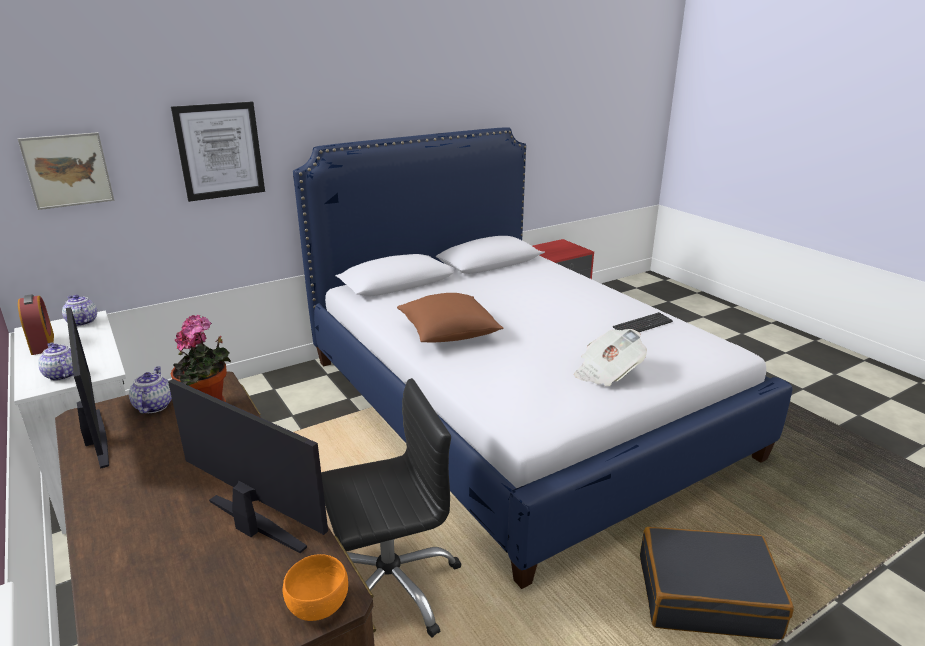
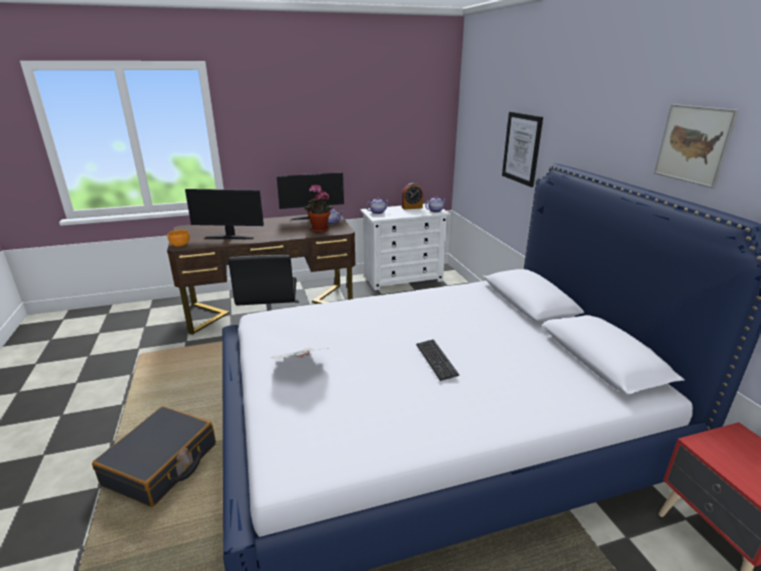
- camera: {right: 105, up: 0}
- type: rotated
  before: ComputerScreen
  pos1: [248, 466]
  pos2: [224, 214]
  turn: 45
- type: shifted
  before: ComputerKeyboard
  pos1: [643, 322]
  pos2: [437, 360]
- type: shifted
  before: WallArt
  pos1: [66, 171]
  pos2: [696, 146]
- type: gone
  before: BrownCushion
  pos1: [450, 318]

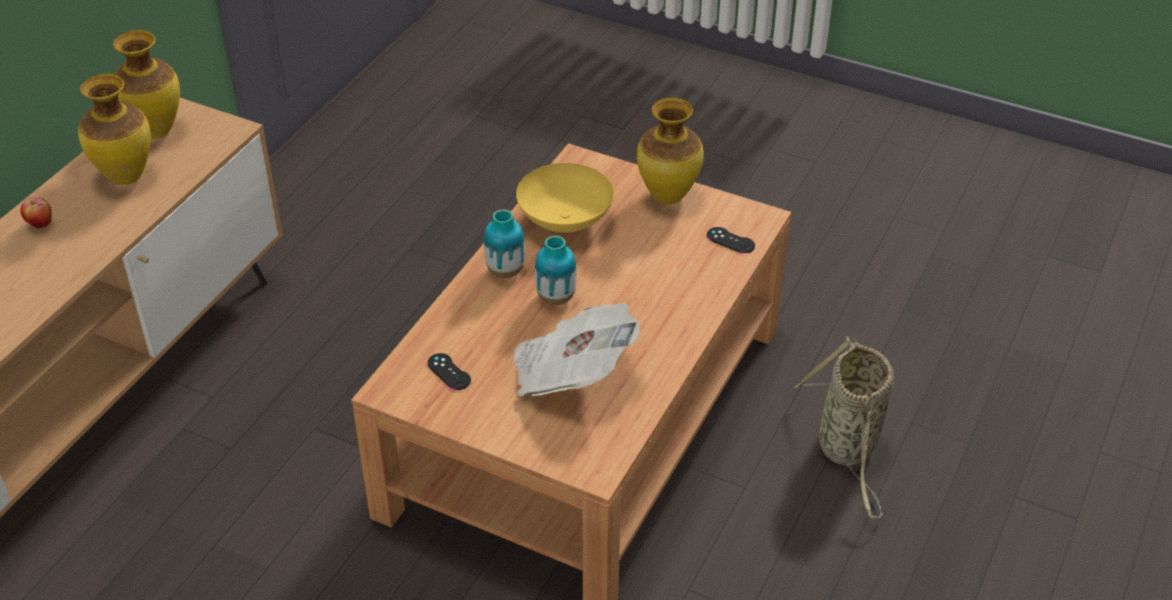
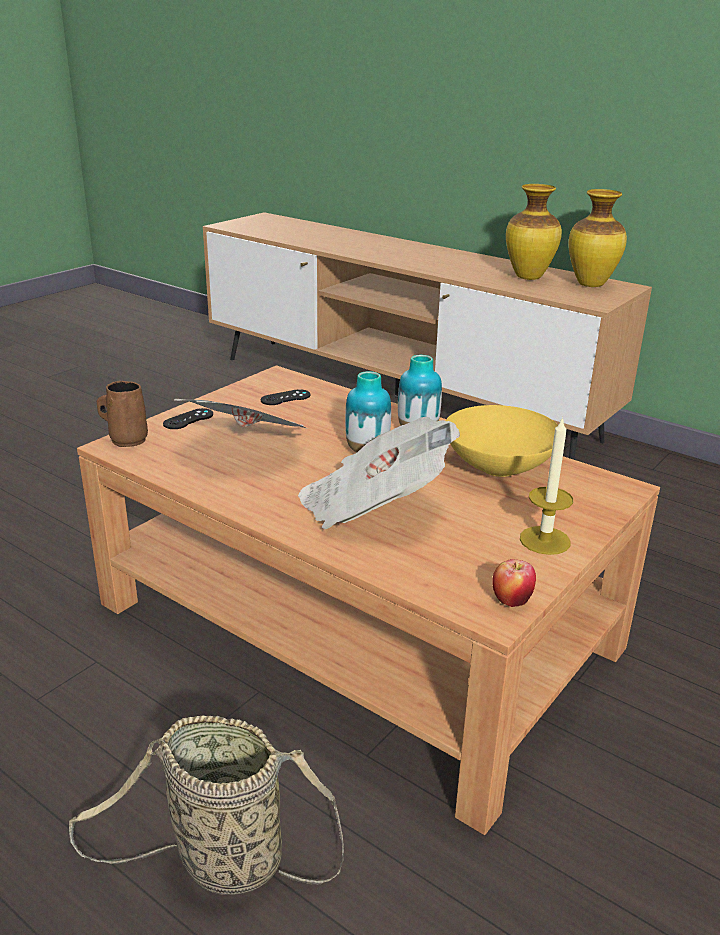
- camera: {right: 100, up: -15}
- type: new
  after: BrownCoffeeMug
  pos2: [122, 414]
- type: shifted
  before: BlackJoypad
  pos1: [731, 240]
  pos2: [188, 418]
- type: new
  after: PrintedPaper
  pos2: [379, 472]
- type: shifted
  before: AppleFruit
  pos1: [36, 213]
  pos2: [514, 583]
- type: swapped
  before: Vase
  after: WaxLight
  pos1: [670, 150]
  pos2: [546, 485]

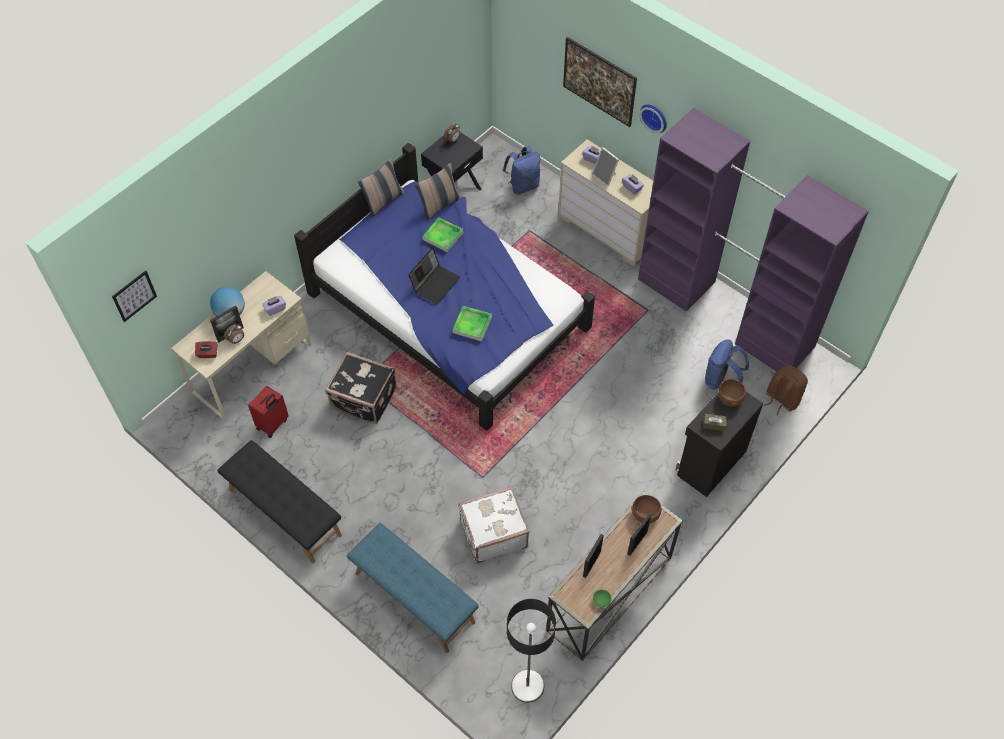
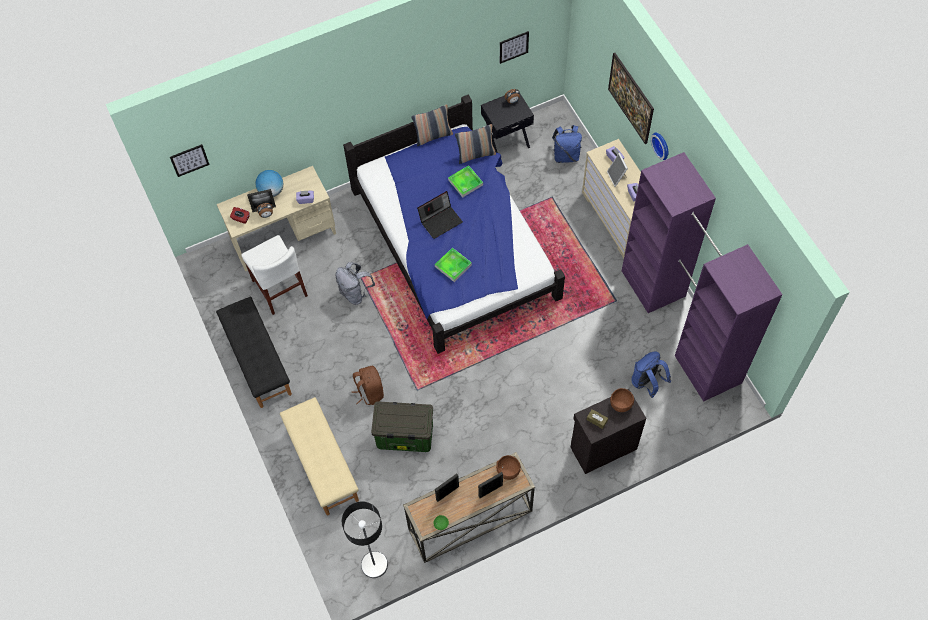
- camera: {right: 25, up: 5}
- type: swapped
  before: ReddishSuitcase
  after: WhitishChair
  pos1: [268, 412]
  pos2: [274, 275]
- type: repainted
  before: BlueLongSeat
  after: SandColouredLongSeat
  pos1: [413, 588]
  pos2: [319, 456]
- type: swapped
  before: BlackSuitcase
  after: GreyRucksack
  pos1: [361, 388]
  pos2: [355, 283]
- type: shifted
  before: BrownRucksack
  pos1: [786, 390]
  pos2: [368, 385]
- type: swapped
  before: WhitishSuitcase
  after: StorageBox
  pos1: [494, 525]
  pos2: [402, 426]
- type: new
  after: WallArt
  pos2: [514, 47]

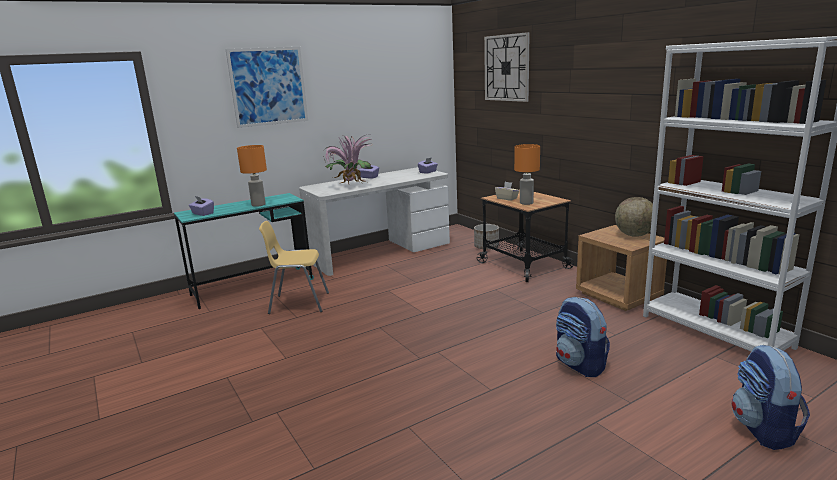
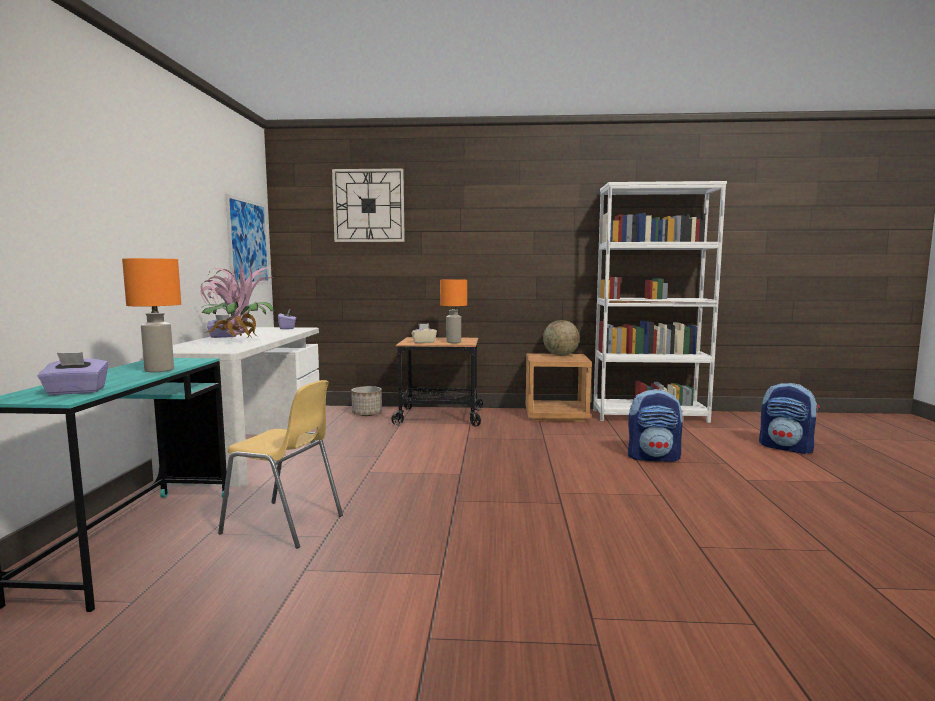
- camera: {right: -55, up: -10}
- type: rotated
  before: YellowChair
  pos1: [294, 267]
  pos2: [280, 464]
  turn: -105
- type: shifted
  before: WallArt
  pos1: [267, 87]
  pos2: [247, 240]

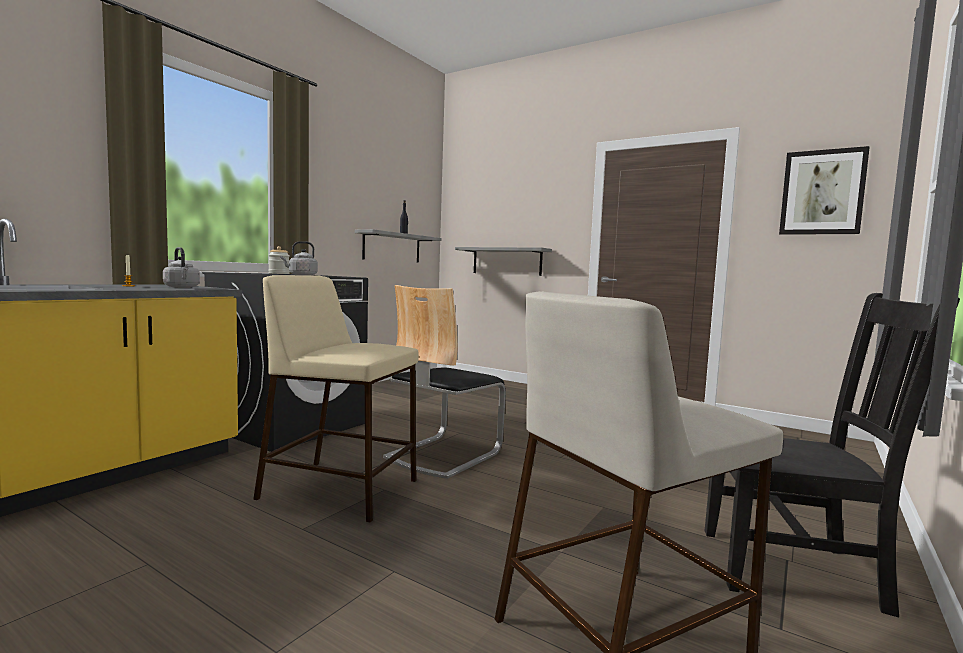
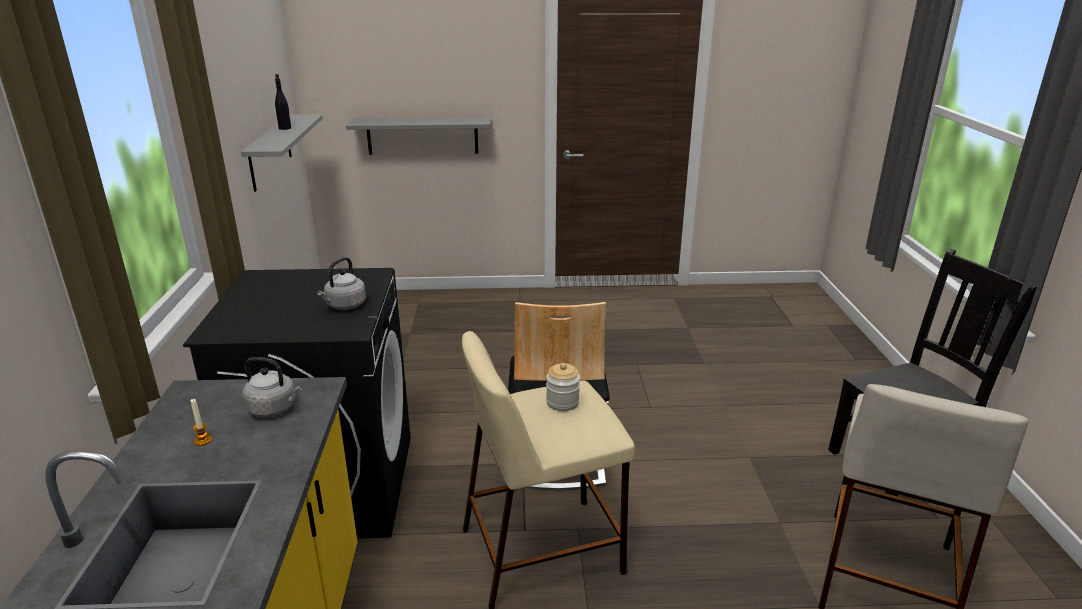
- camera: {right: -35, up: 20}
- type: shifted
  before: PreserveJar
  pos1: [279, 260]
  pos2: [563, 387]
- type: gone
  before: WallArt
  pos1: [824, 190]

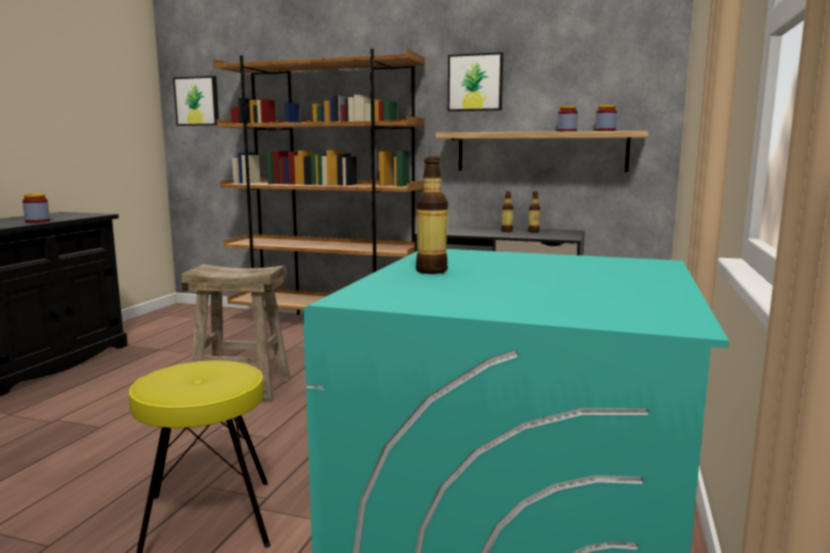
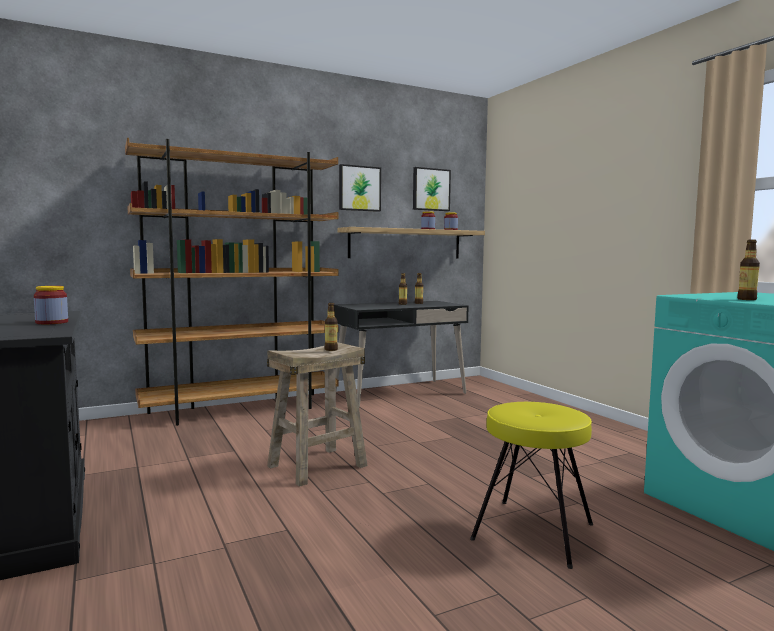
- camera: {right: -45, up: -5}
- type: new
  after: BeverageBottle
  pos2: [331, 327]
- type: shifted
  before: WallArt
  pos1: [196, 101]
  pos2: [432, 189]

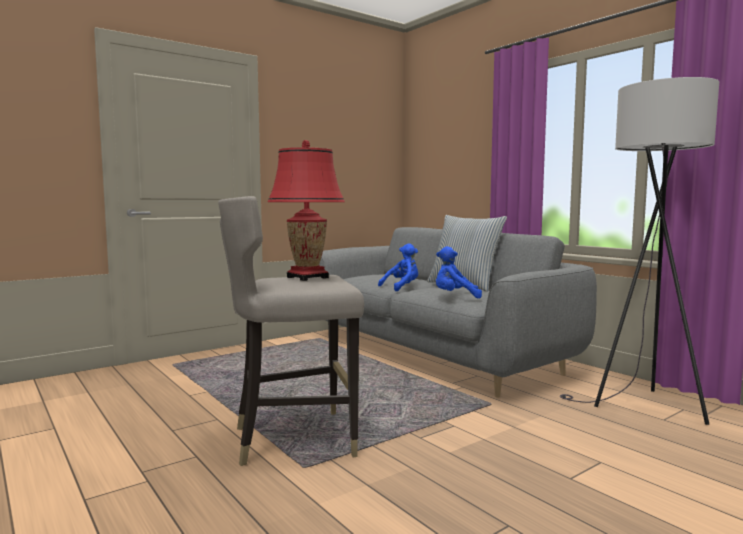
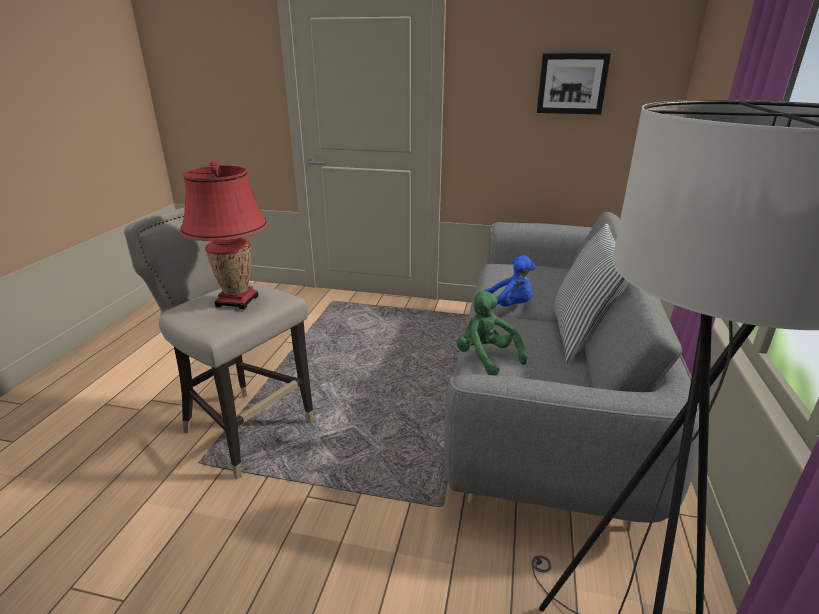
- camera: {right: 50, up: 20}
- type: repainted
  before: BluePlushToy
  after: GreenPlushToy
  pos1: [459, 272]
  pos2: [492, 333]
- type: new
  after: WallArt
  pos2: [574, 83]

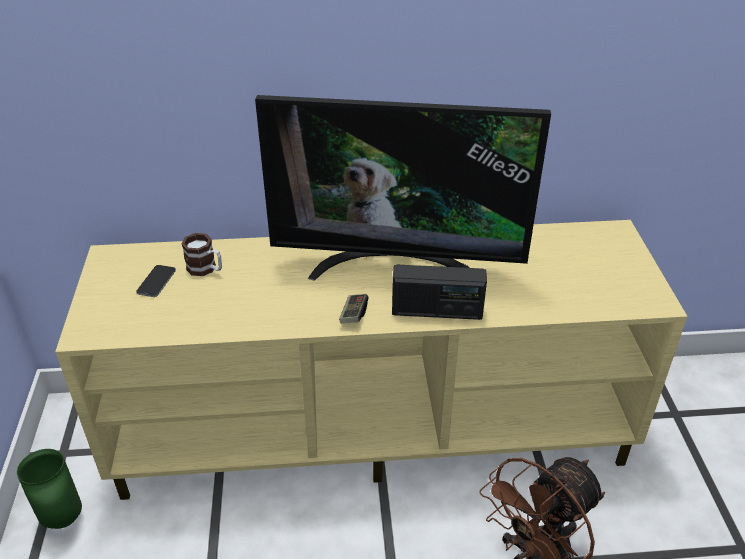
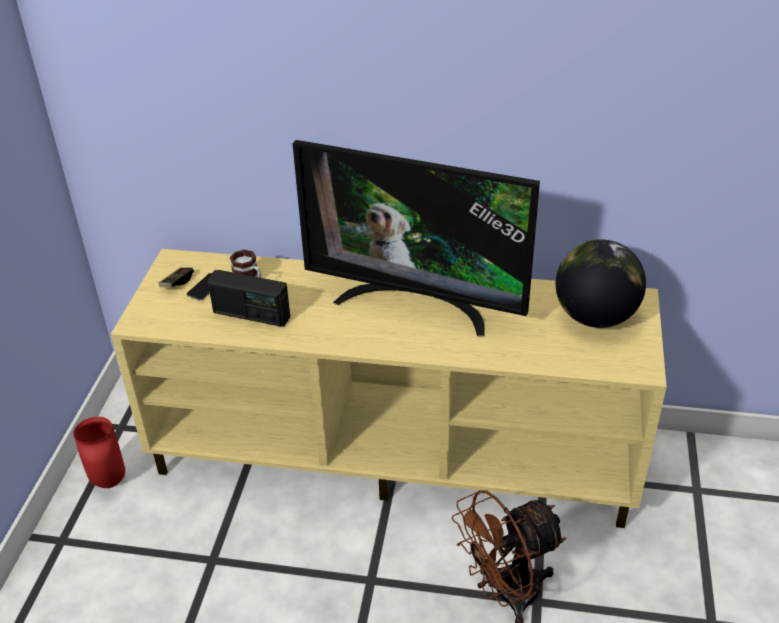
- camera: {right: 15, up: 0}
- type: repainted
  before: GreenVase
  after: ReddishVase
  pos1: [49, 489]
  pos2: [99, 452]
- type: shifted
  before: Joypad
  pos1: [353, 309]
  pos2: [176, 277]
- type: shifted
  before: RadioReceiver
  pos1: [439, 292]
  pos2: [248, 298]
- type: new
  after: DeskGlobe
  pos2: [601, 283]

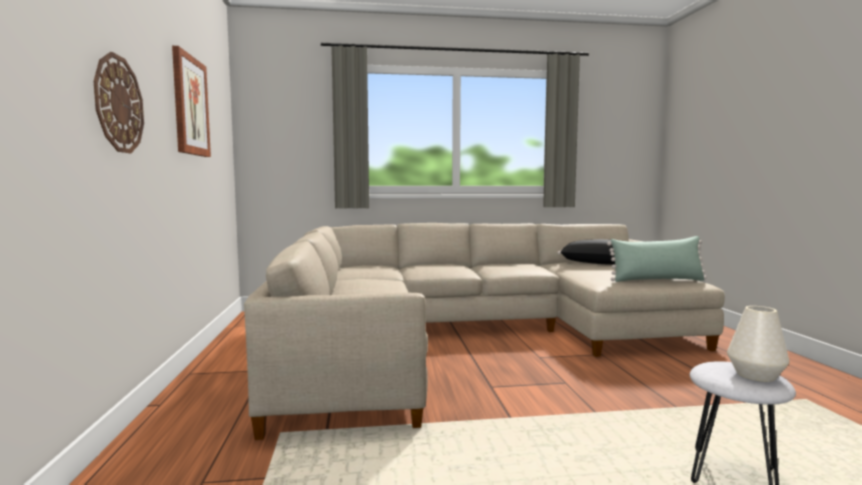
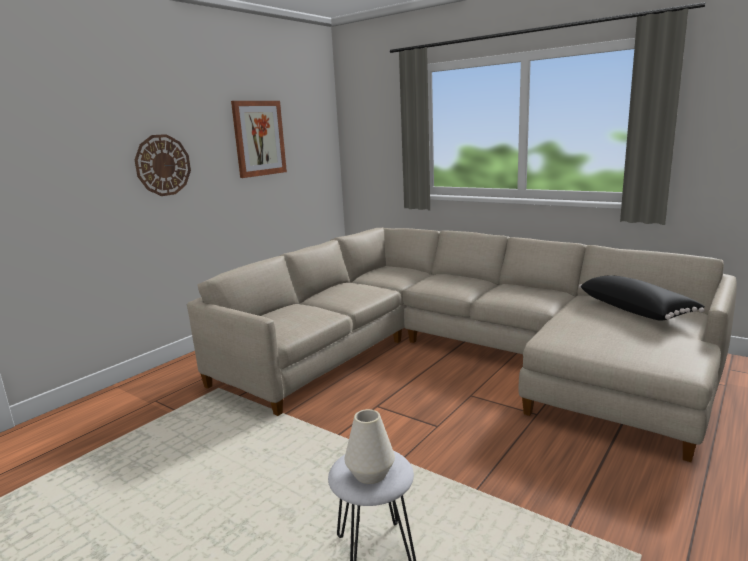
- camera: {right: 45, up: 10}
- type: gone
  before: GreenCushion
  pos1: [657, 259]

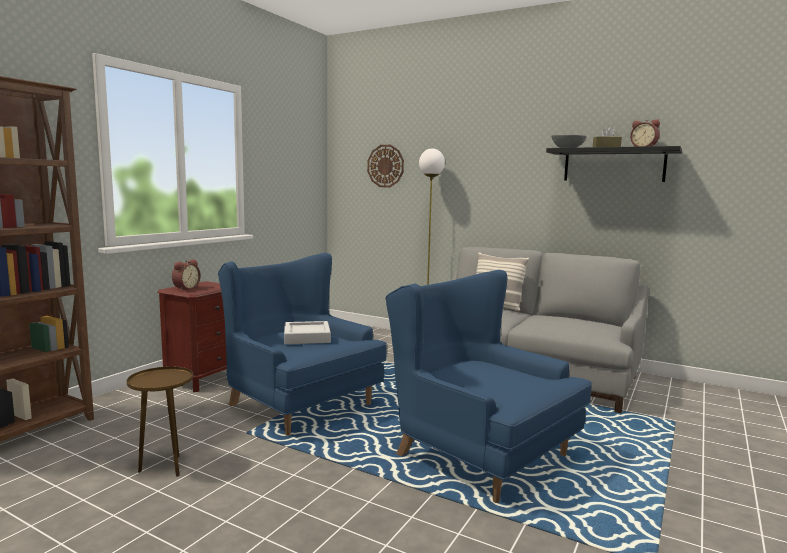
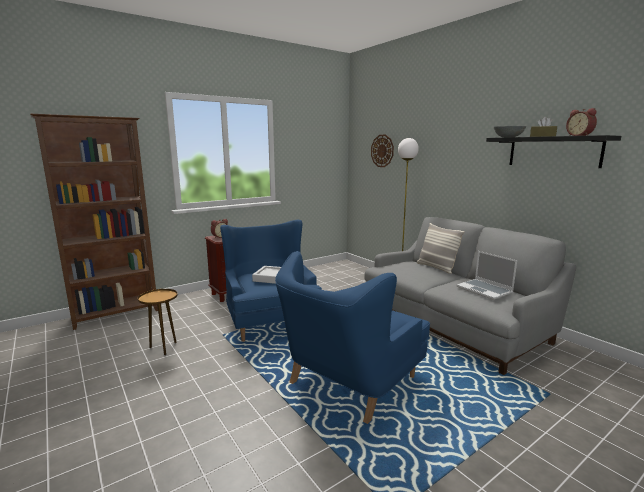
- camera: {right: 25, up: 5}
- type: rotated
  before: BlueArmchair
  pos1: [488, 386]
  pos2: [352, 337]
  turn: -120
- type: new
  after: Laptop
  pos2: [487, 275]

